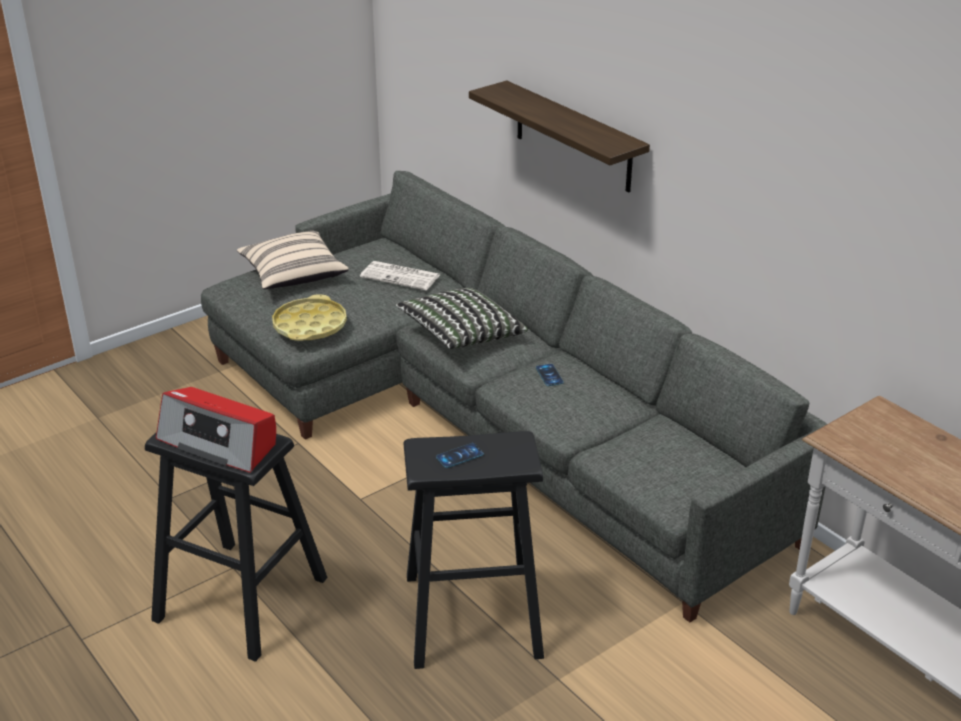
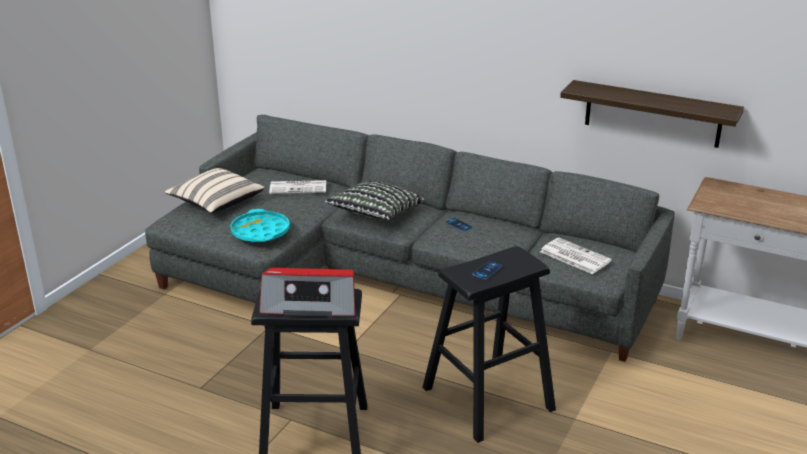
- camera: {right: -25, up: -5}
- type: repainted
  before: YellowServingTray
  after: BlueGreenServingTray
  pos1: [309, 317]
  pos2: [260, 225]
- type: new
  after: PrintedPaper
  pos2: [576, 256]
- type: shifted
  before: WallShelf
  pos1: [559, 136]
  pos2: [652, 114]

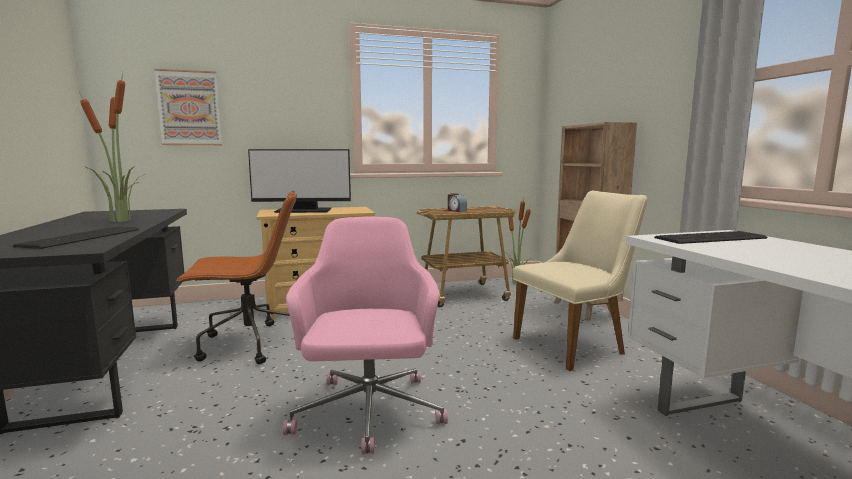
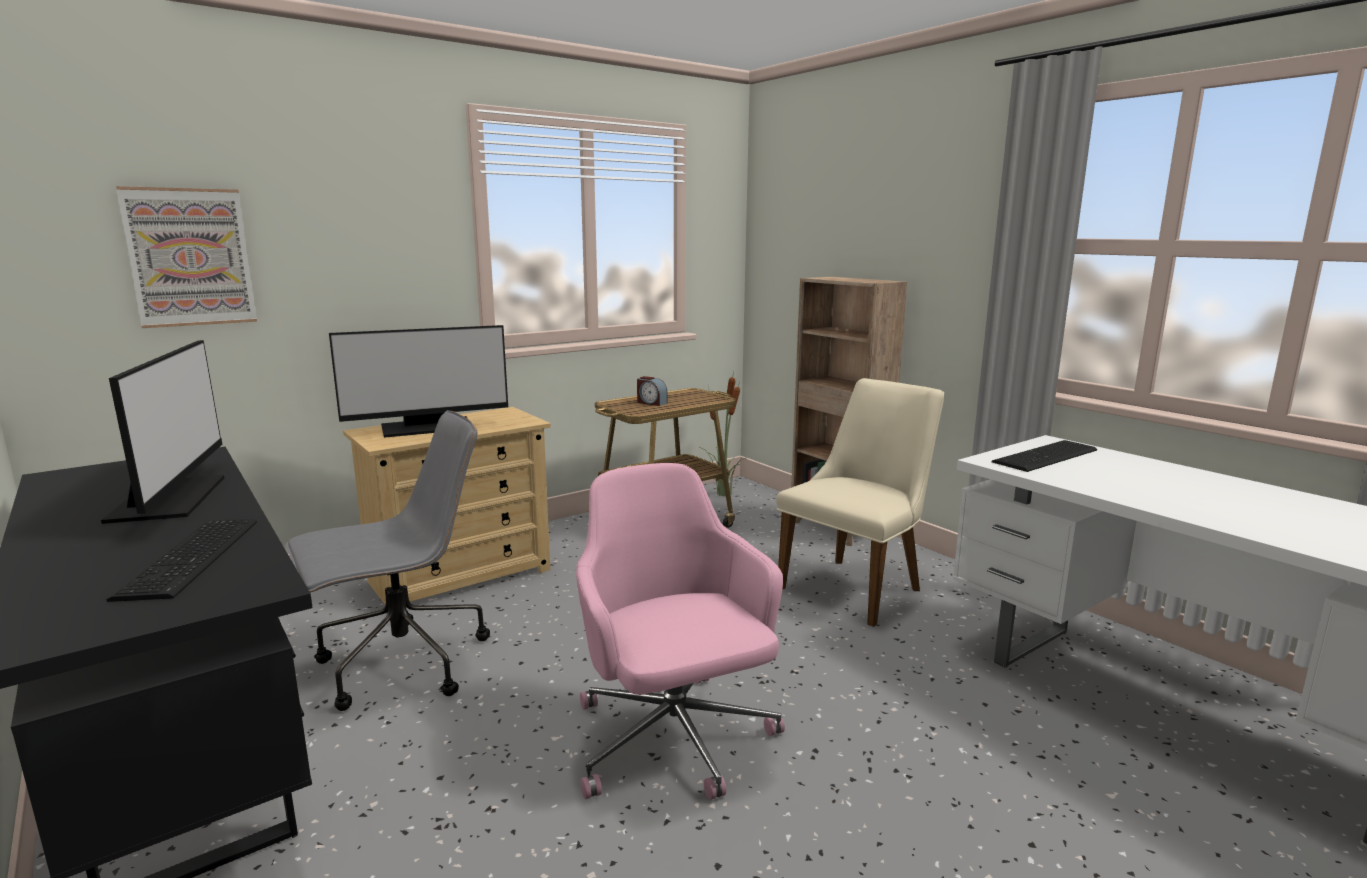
- camera: {right: -20, up: 5}
- type: swapped
  before: PlantInAPot
  after: ComputerScreen
  pos1: [112, 147]
  pos2: [162, 432]
- type: repainted
  before: BrownOfficeChair
  after: GreyOfficeChair
  pos1: [236, 277]
  pos2: [388, 560]

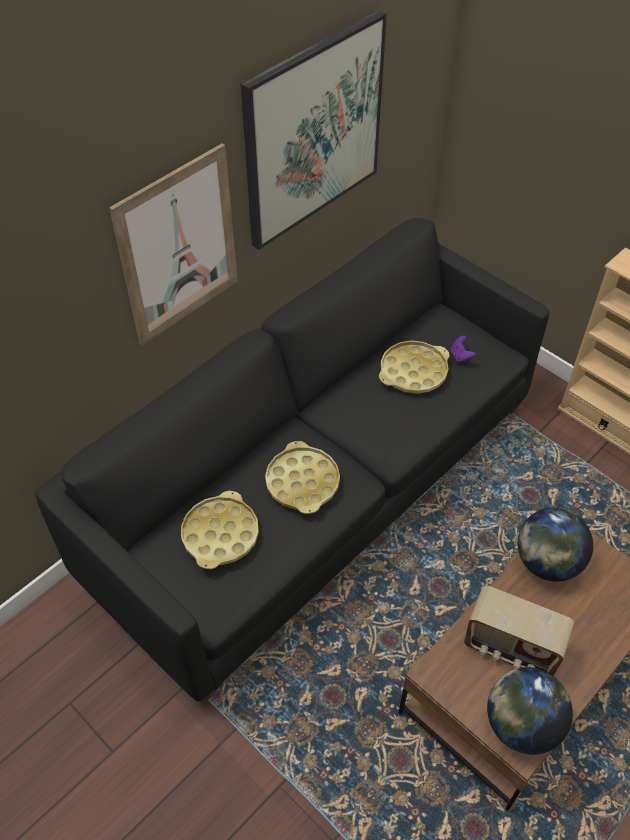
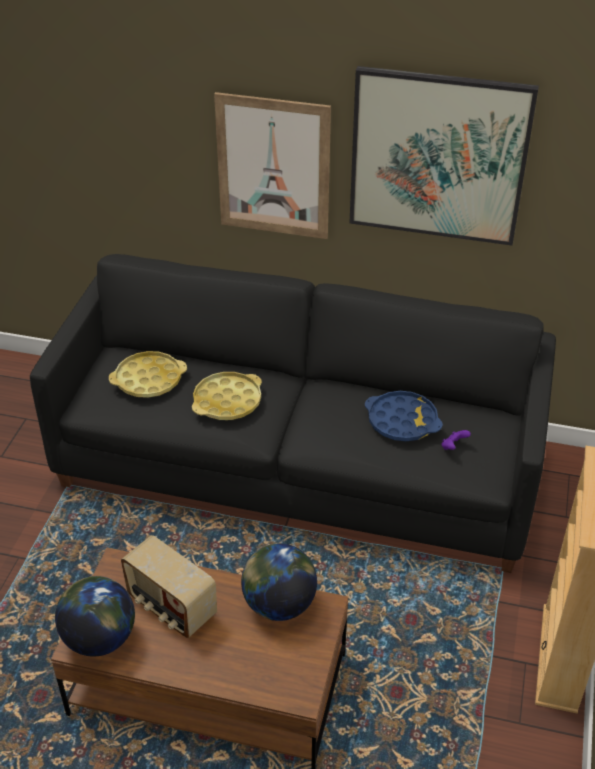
- camera: {right: 60, up: -10}
- type: rotated
  before: RadioReceiver
  pos1: [519, 631]
  pos2: [169, 586]
  turn: -45
- type: repainted
  before: YellowServingTray
  after: BlueServingTray
  pos1: [414, 367]
  pos2: [404, 416]

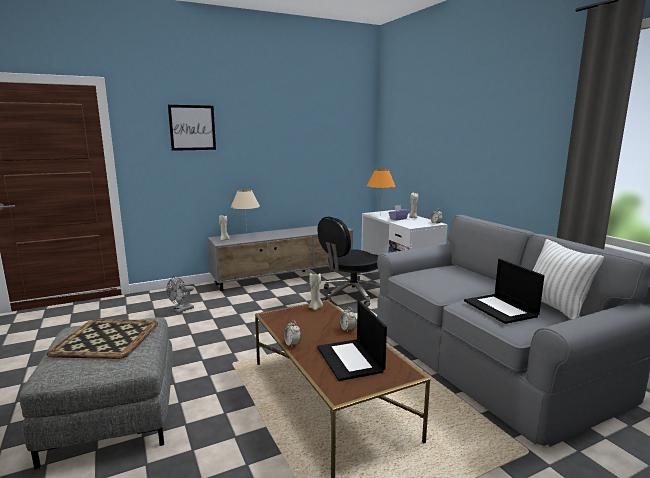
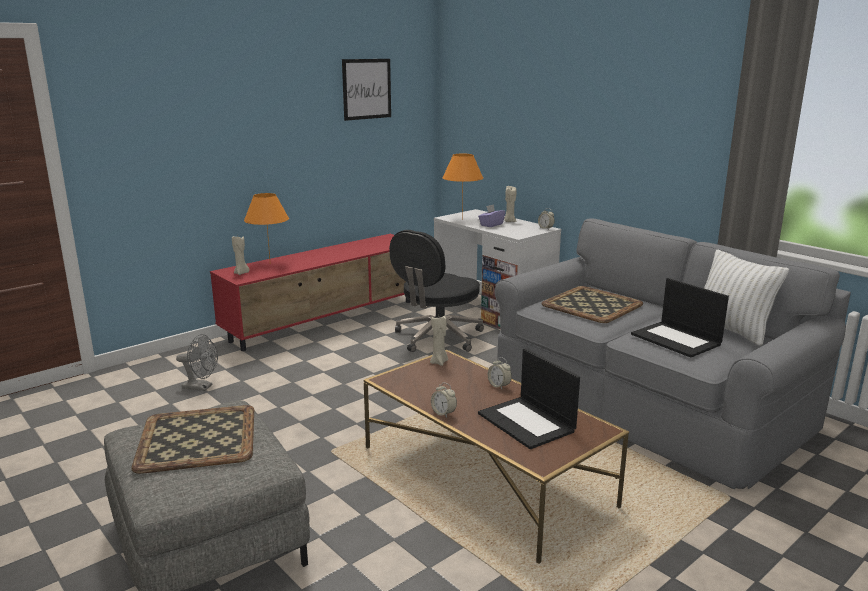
- camera: {right: -15, up: 5}
- type: rotated
  before: GreyFan
  pos1: [180, 294]
  pos2: [197, 362]
  turn: -105
- type: repainted
  before: GreyMediaConsole
  after: ReddishMediaConsole
  pos1: [280, 258]
  pos2: [310, 292]
- type: repainted
  before: SandColouredTabletopLamp
  after: OrangeyTabletopLamp
  pos1: [245, 212]
  pos2: [266, 226]
- type: shifted
  before: WallArt
  pos1: [192, 128]
  pos2: [366, 90]
- type: new
  after: ServingTray
  pos2: [592, 304]

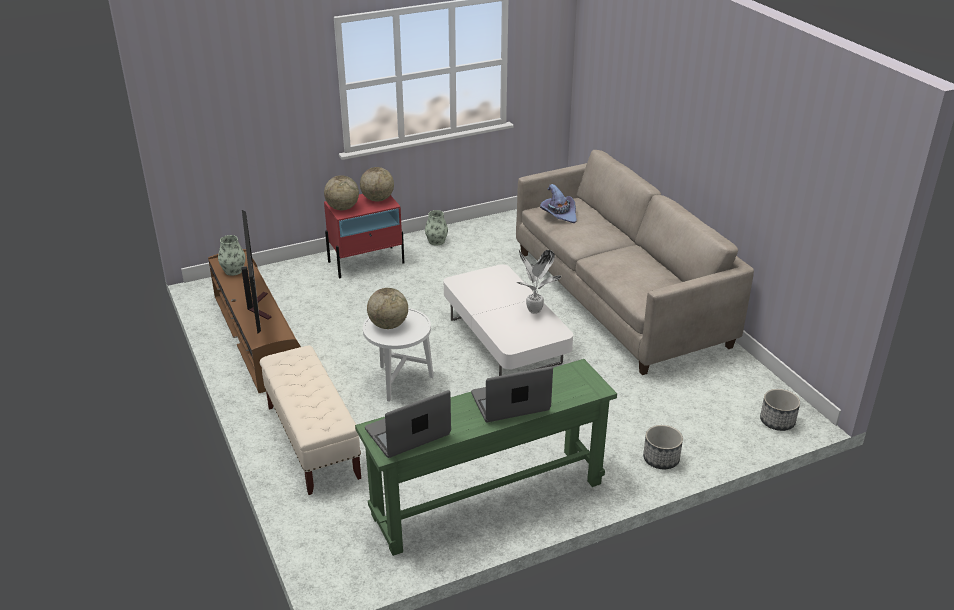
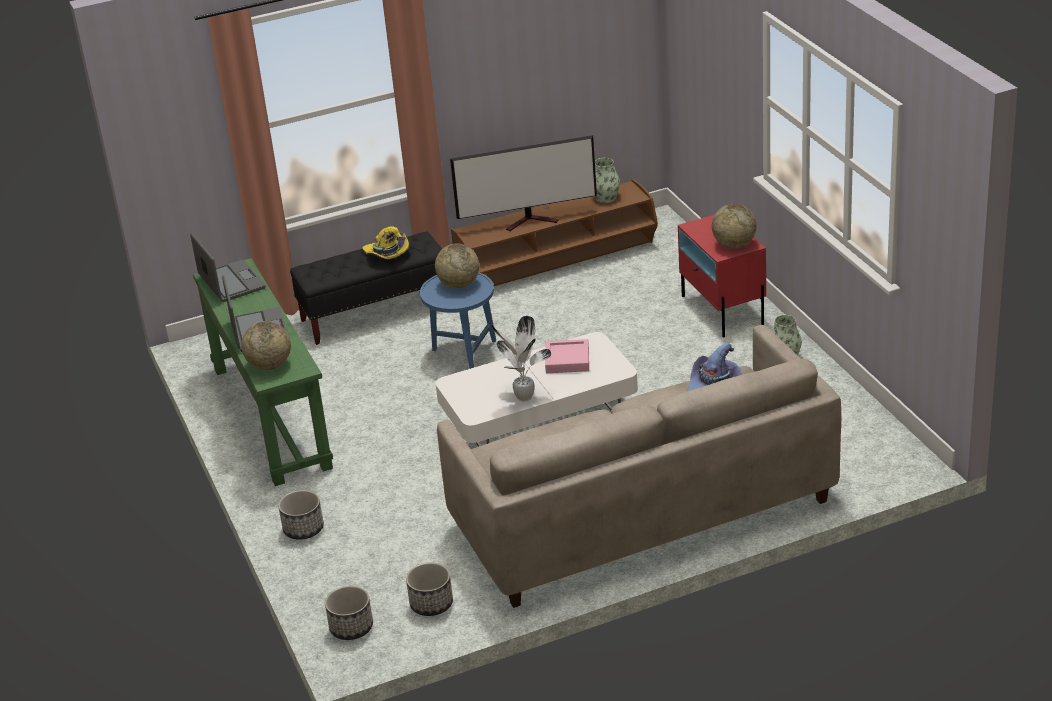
- camera: {right: 95, up: 0}
- type: shifted
  before: DeskGlobe
  pos1: [341, 192]
  pos2: [266, 345]
- type: repainted
  before: SandColouredLongSeat
  after: BlackLongSeat
  pos1: [310, 420]
  pos2: [366, 288]
- type: new
  after: YellowHat
  pos2: [385, 242]
- type: new
  after: PlantPot
  pos2: [429, 589]
- type: repainted
  before: WhitishSideTable
  after: BlueSideTable
  pos1: [398, 355]
  pos2: [458, 320]
- type: new
  after: PinkColouredServingTray
  pos2: [567, 356]

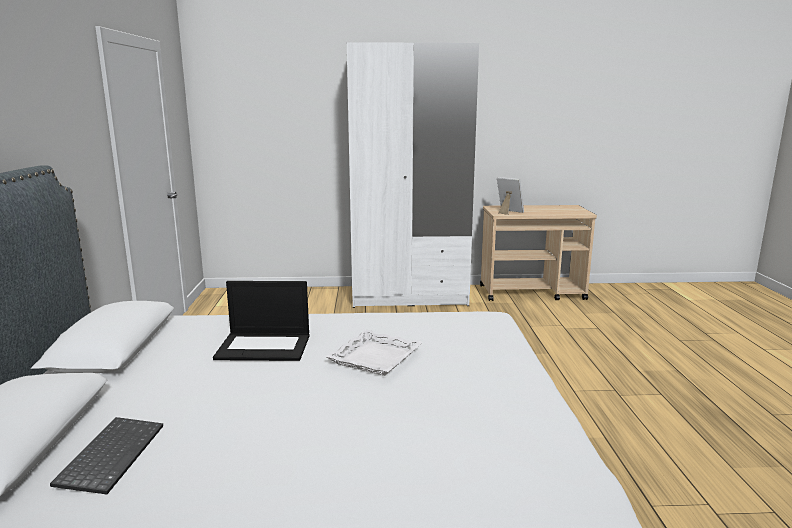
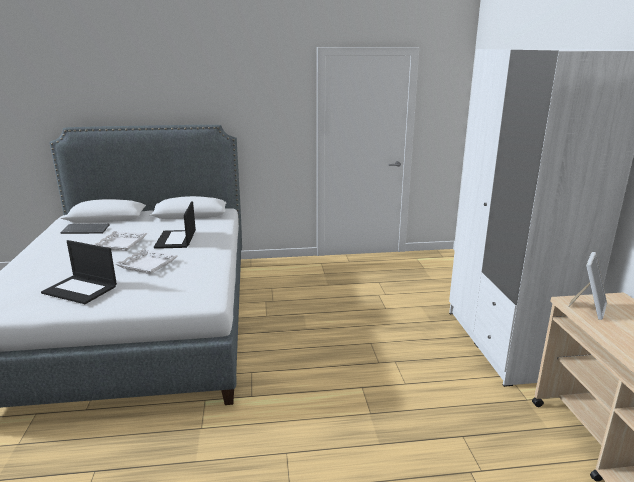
- camera: {right: 85, up: 5}
- type: new
  after: Laptop
  pos2: [79, 272]
- type: new
  after: WhitishServingTray
  pos2: [121, 241]

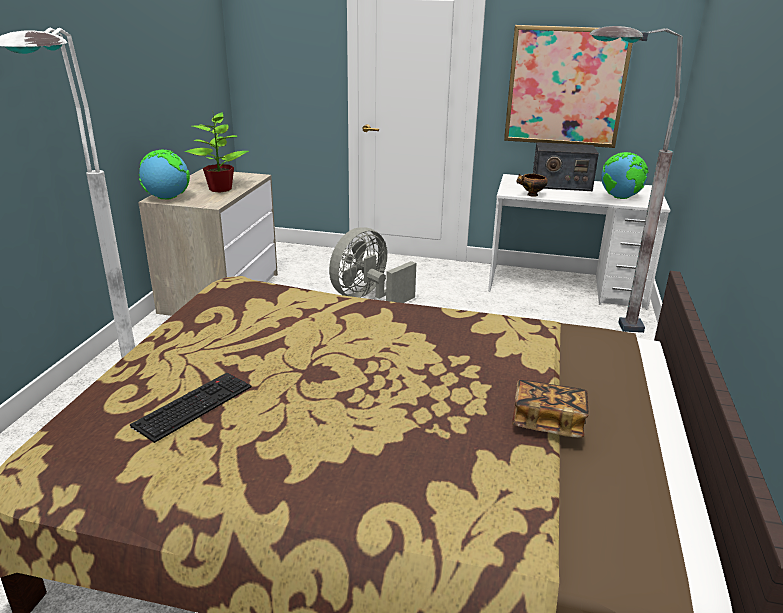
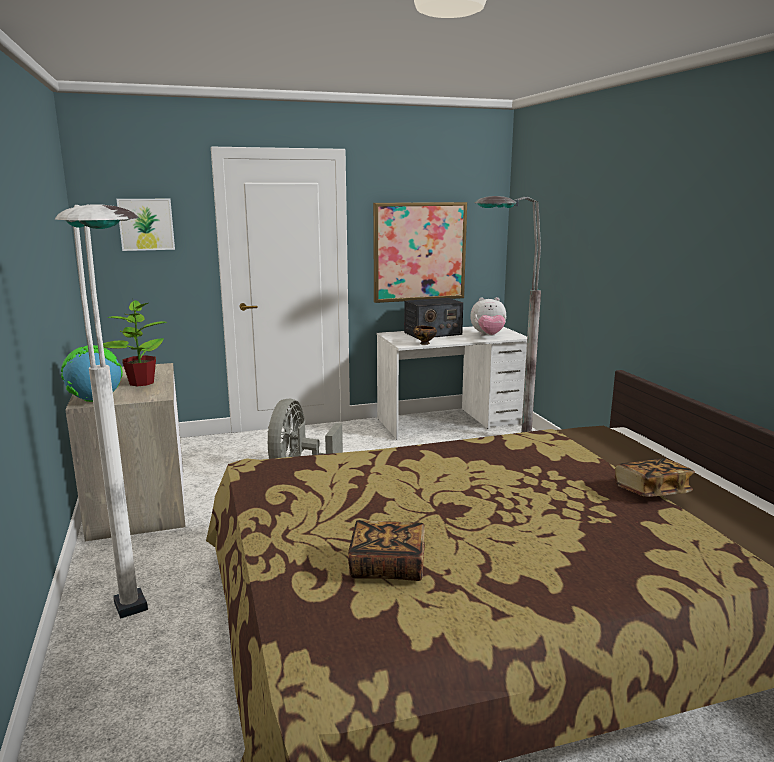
- camera: {right: -30, up: -10}
- type: new
  after: WallArt
  pos2: [146, 225]
- type: swapped
  before: ComputerKeyboard
  after: Volume
  pos1: [191, 407]
  pos2: [386, 550]
- type: swapped
  before: DeskGlobe
  after: PlushToy
  pos1: [624, 175]
  pos2: [488, 316]

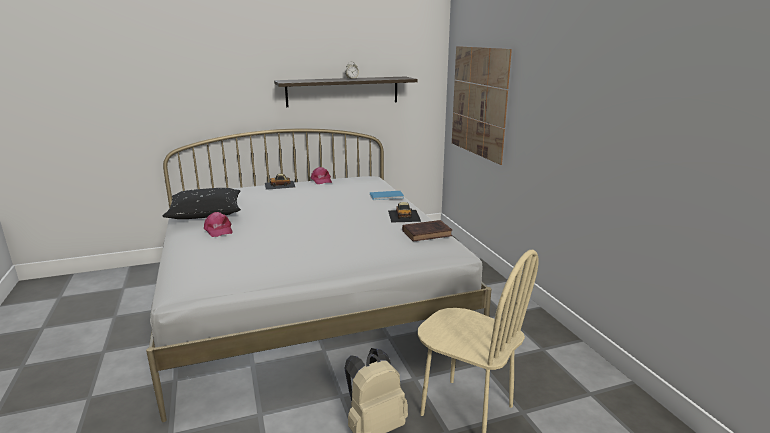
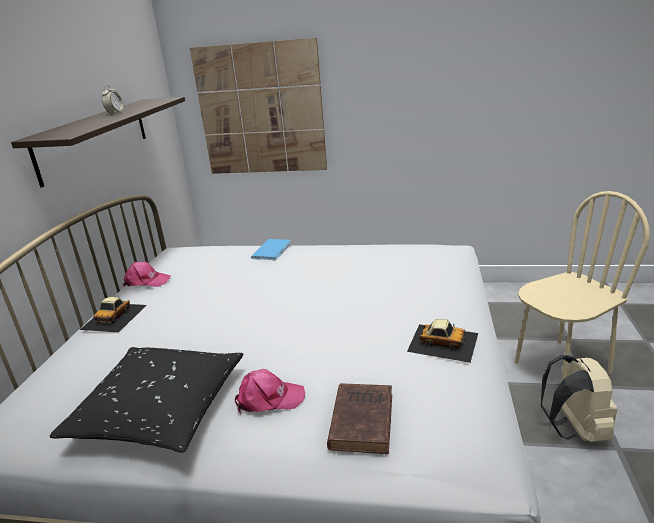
- camera: {right: -60, up: 5}
- type: shifted
  before: BrownVolume
  pos1: [427, 231]
  pos2: [359, 418]
- type: shifted
  before: MiniatureCar
  pos1: [404, 212]
  pos2: [442, 341]

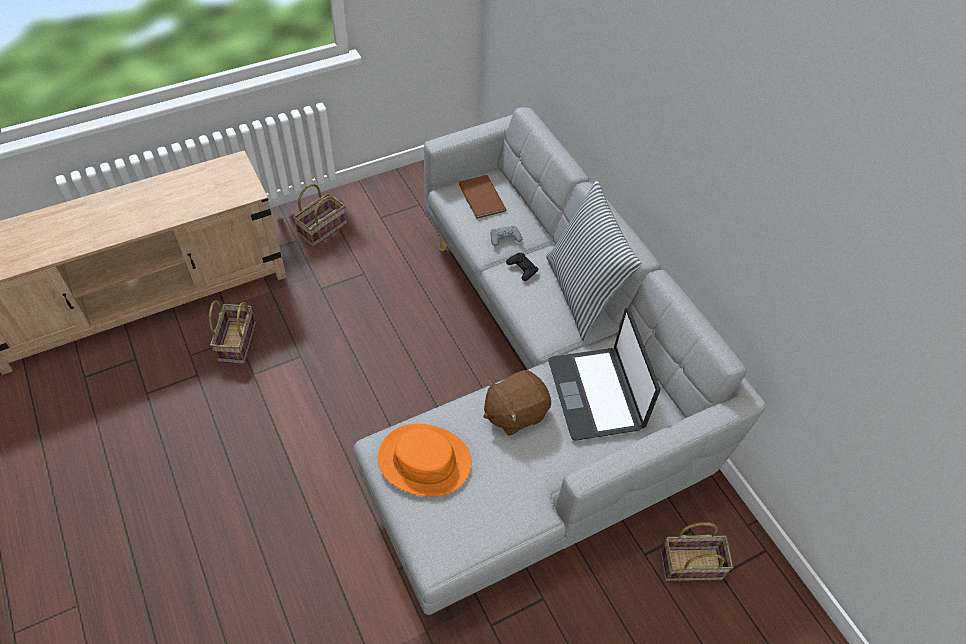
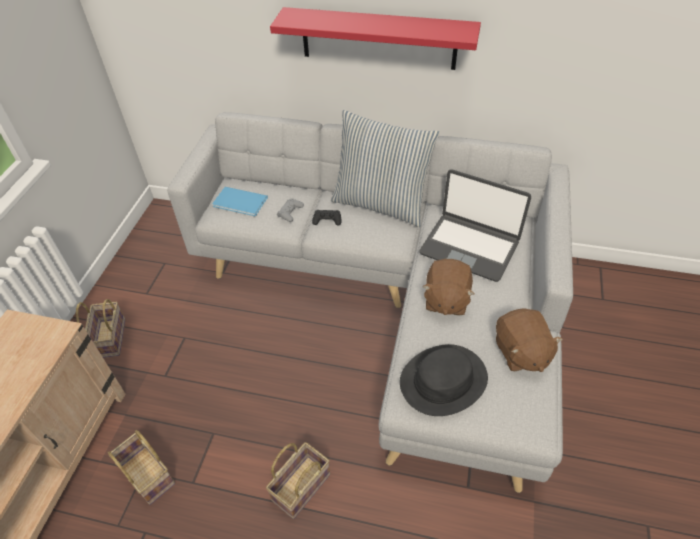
- camera: {right: -45, up: -5}
- type: repainted
  before: BrownVolume
  after: BlueVolume
  pos1: [483, 197]
  pos2: [240, 201]
- type: shifted
  before: Basket
  pos1: [696, 551]
  pos2: [298, 480]
- type: new
  after: ReddishWallShelf
  pos2: [375, 38]
- type: repainted
  before: OrangeyHat
  after: BlackHat
  pos1: [425, 460]
  pos2: [444, 380]
- type: new
  after: BrownPlushToy
  pos2: [529, 340]

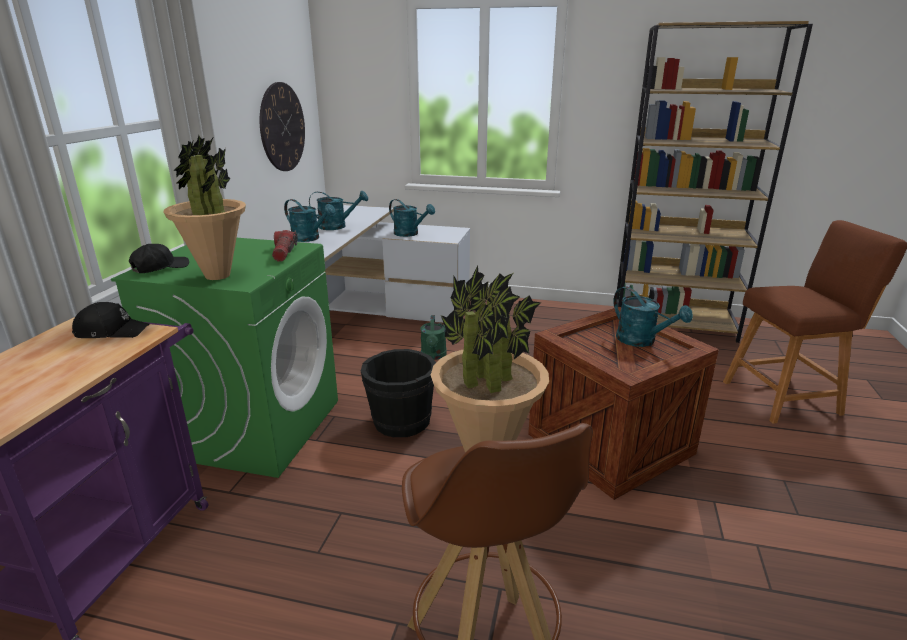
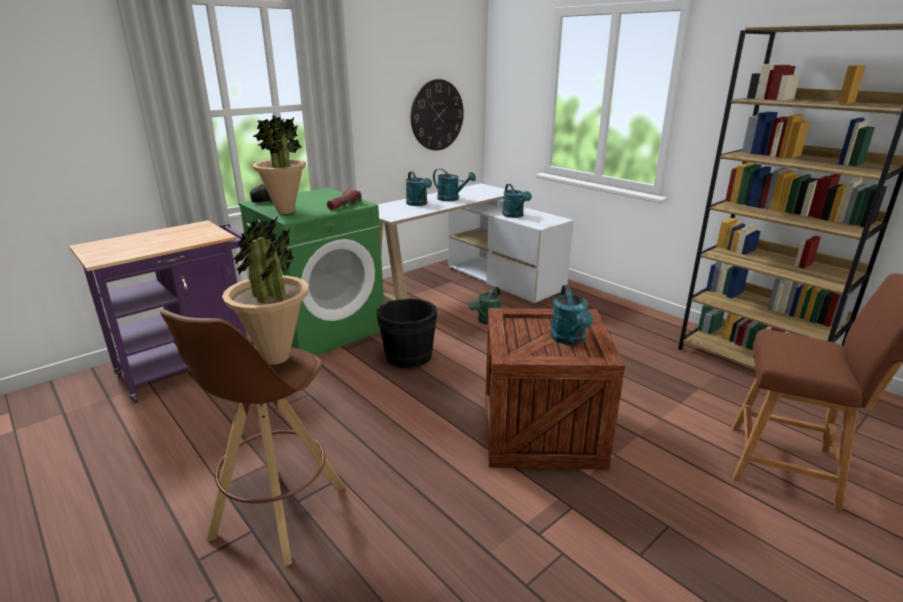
- camera: {right: 35, up: 0}
- type: gone
  before: BlackBaseballCap
  pos1: [110, 320]

